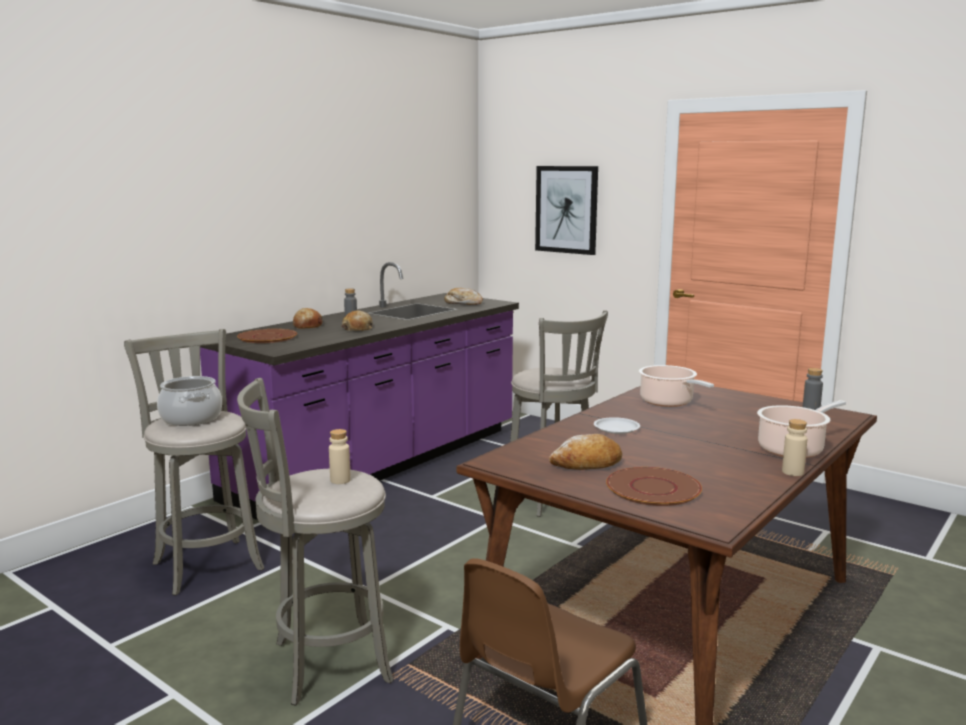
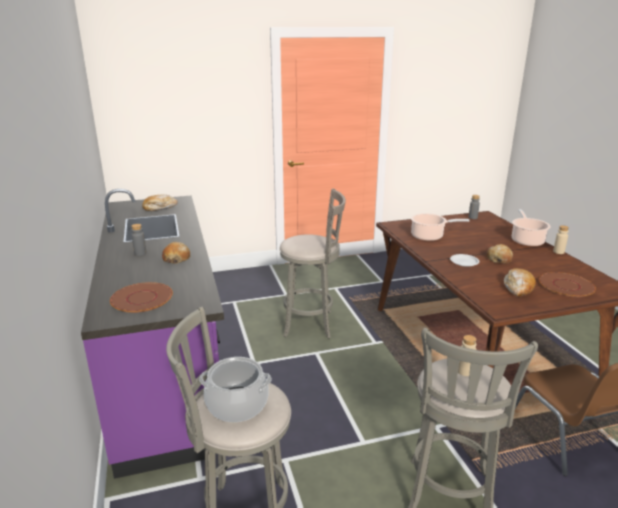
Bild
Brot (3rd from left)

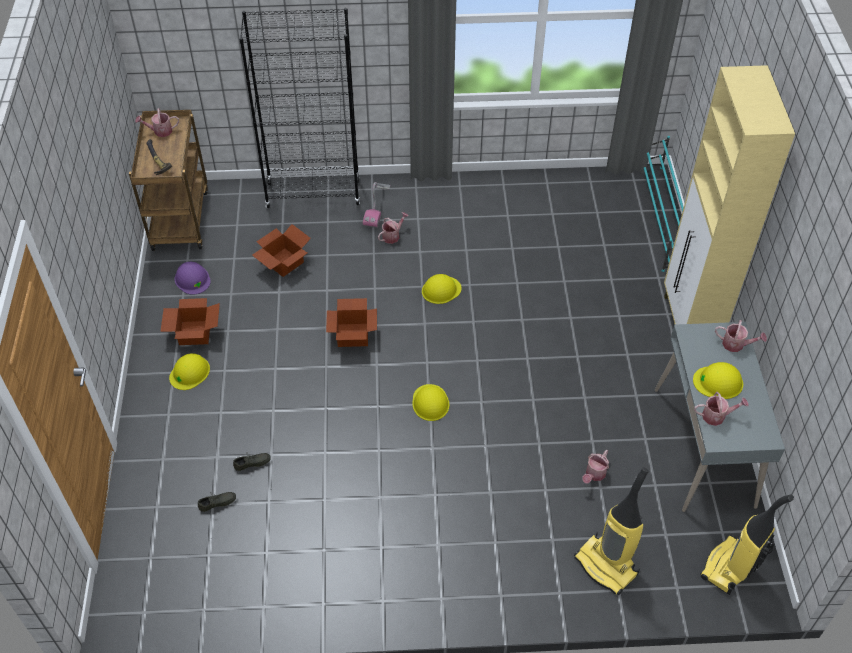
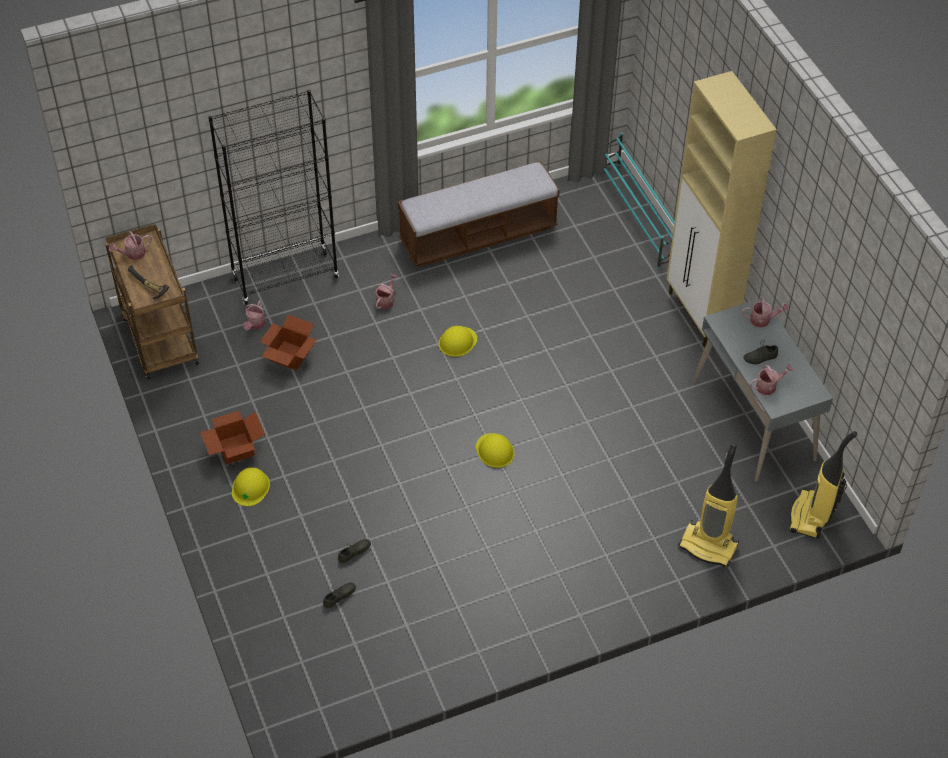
Staubsauger (1st from left in the first image)
Schutzhelm [lila]
Karton (3rd from left in the first image)
Schuh [grau] (3rd from left)
Gießkanne (2nd from left)
Bank

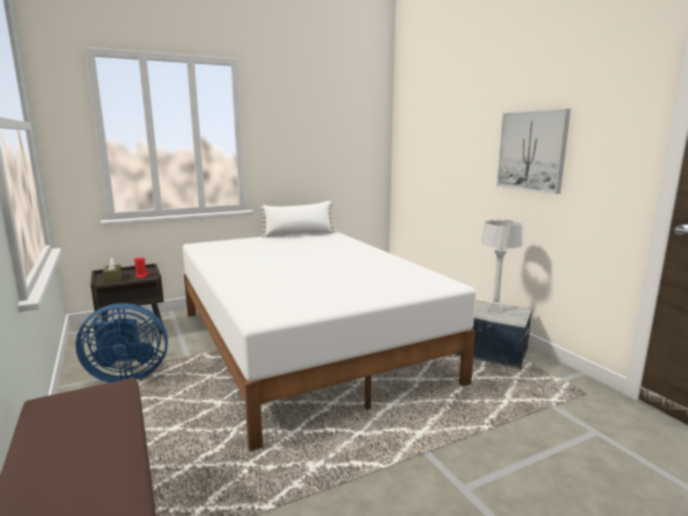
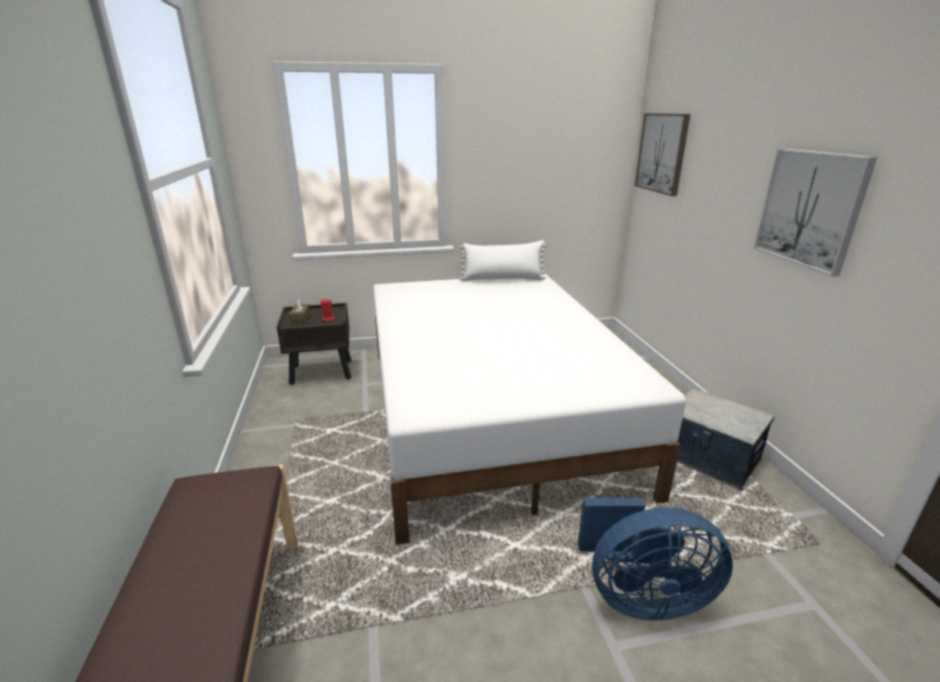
Tischlampe [grau]
Ventilator [blau]
Bild (1st from left)

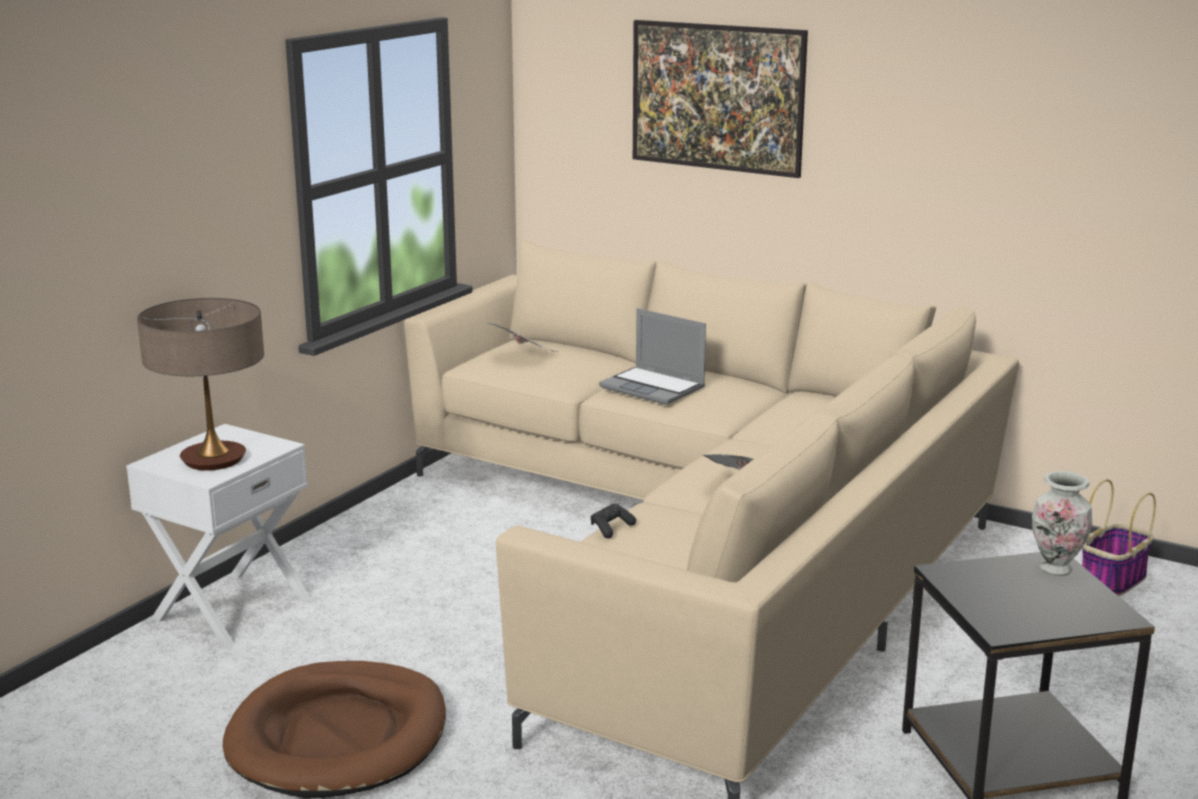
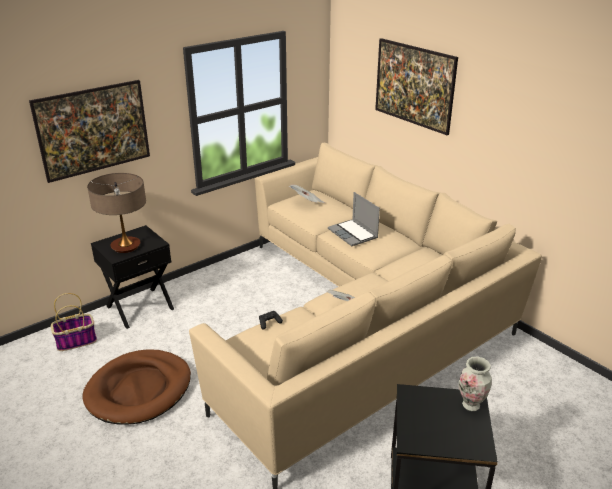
Nachttisch [schwarz]
Korb
Bild (1st from left)

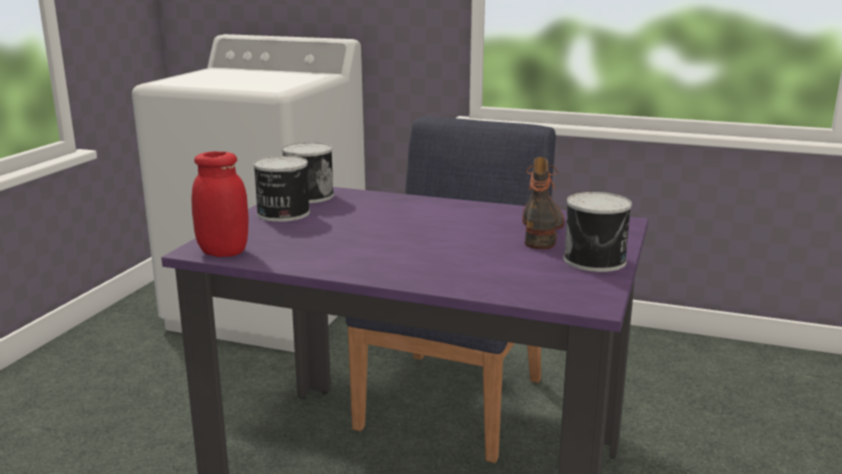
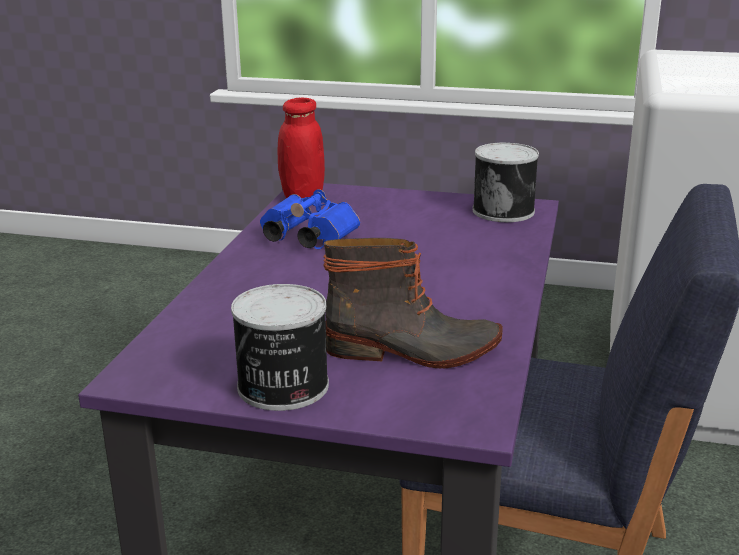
Dose (1st from left in the first image)
Fernglas [blau]

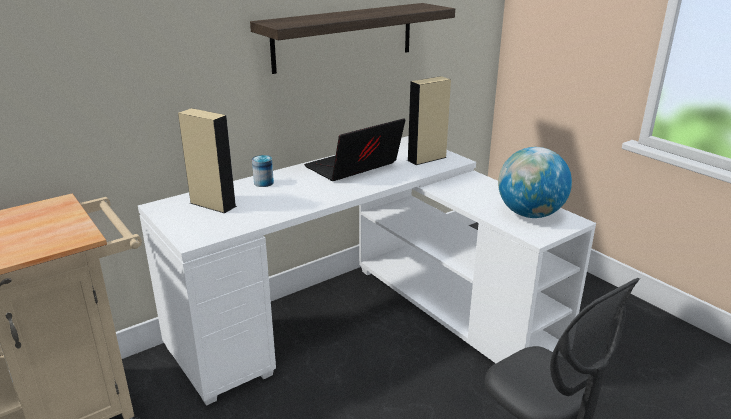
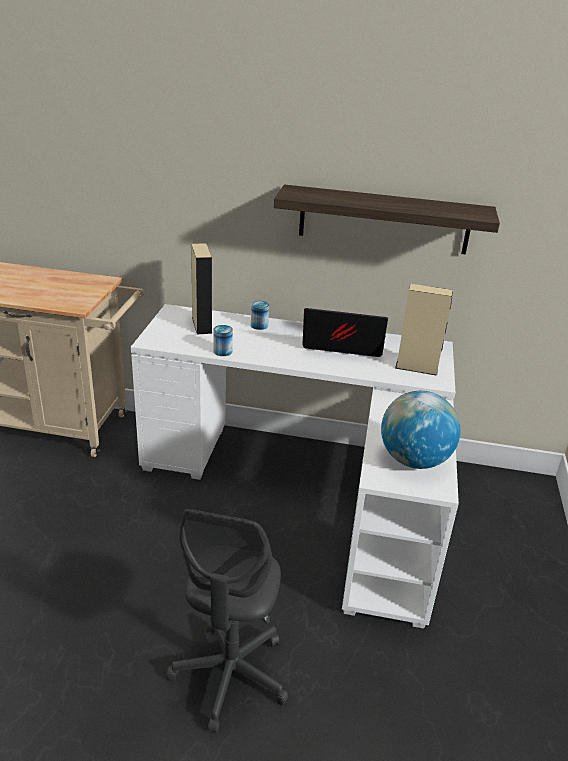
Dose (1st from left)

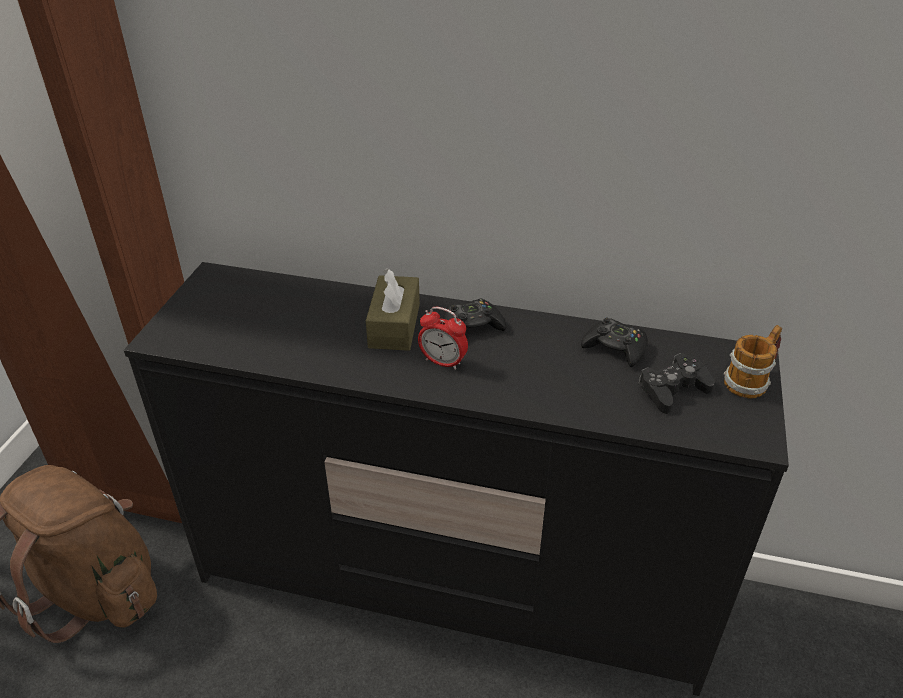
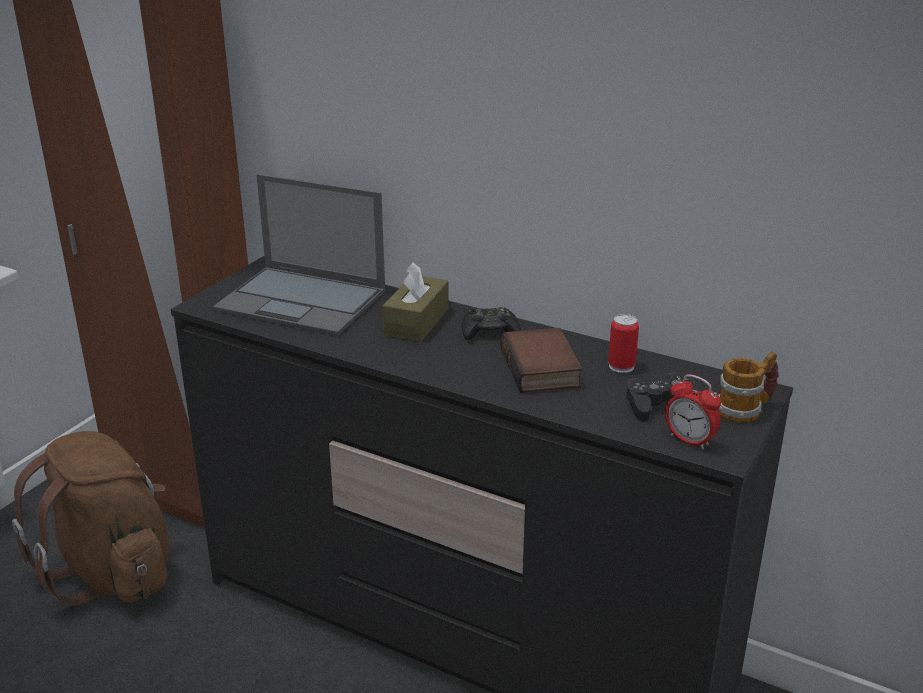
Wecker
Dose
Laptop
Buch

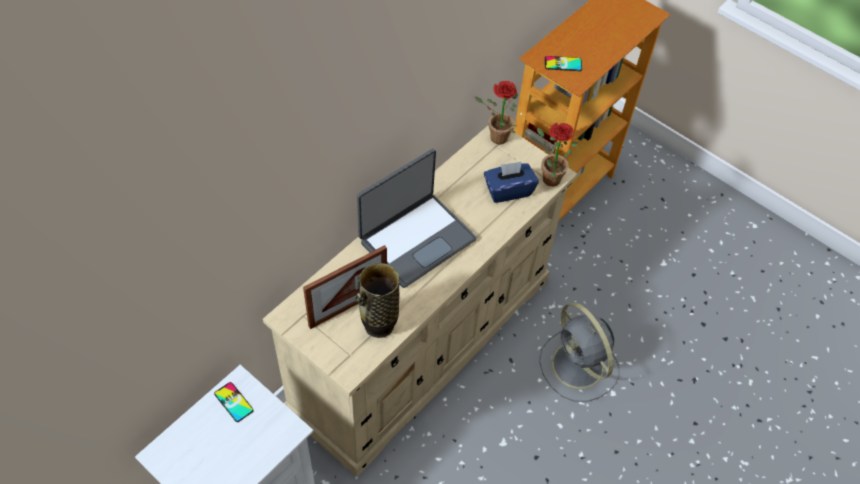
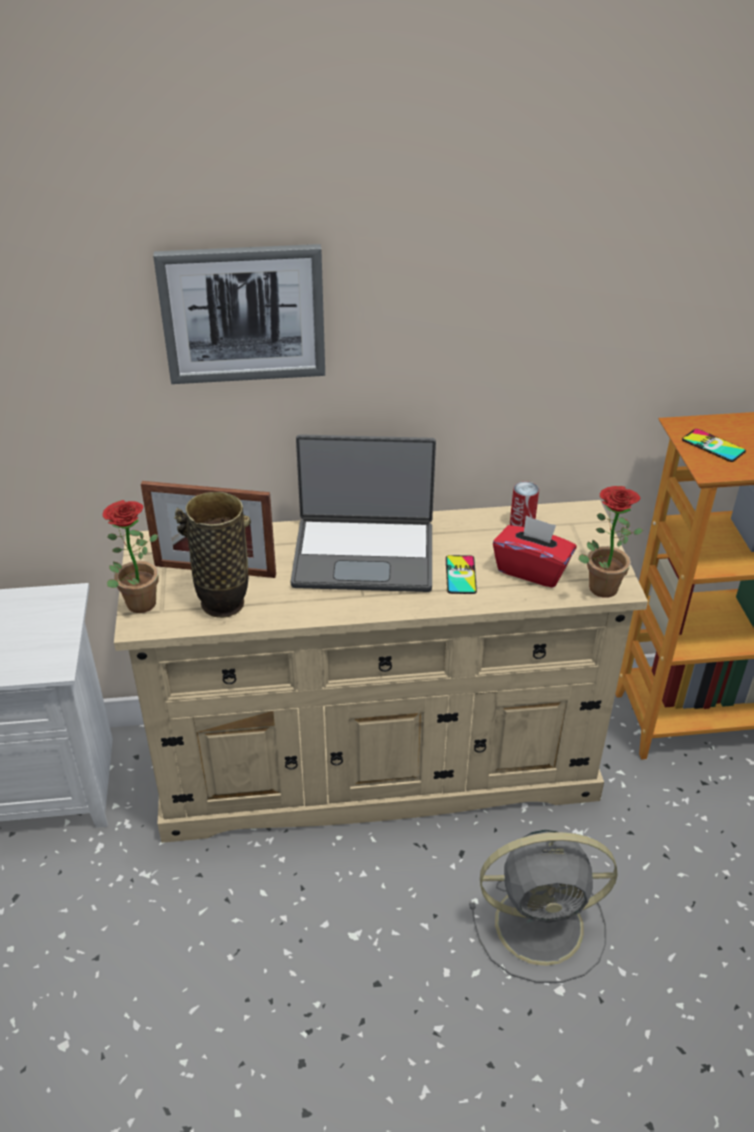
Topfpflanze (1st from left)
Taschentuchbox [rot]
Ventilator [grau]
Handy (1st from left)
Bild
Dose

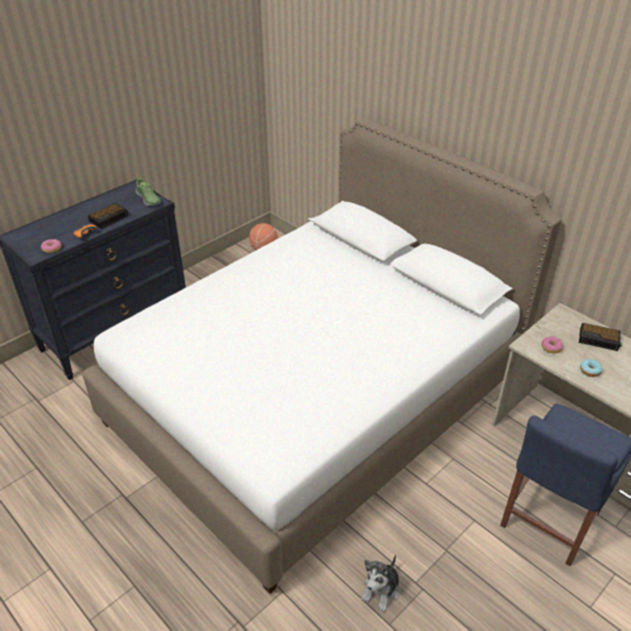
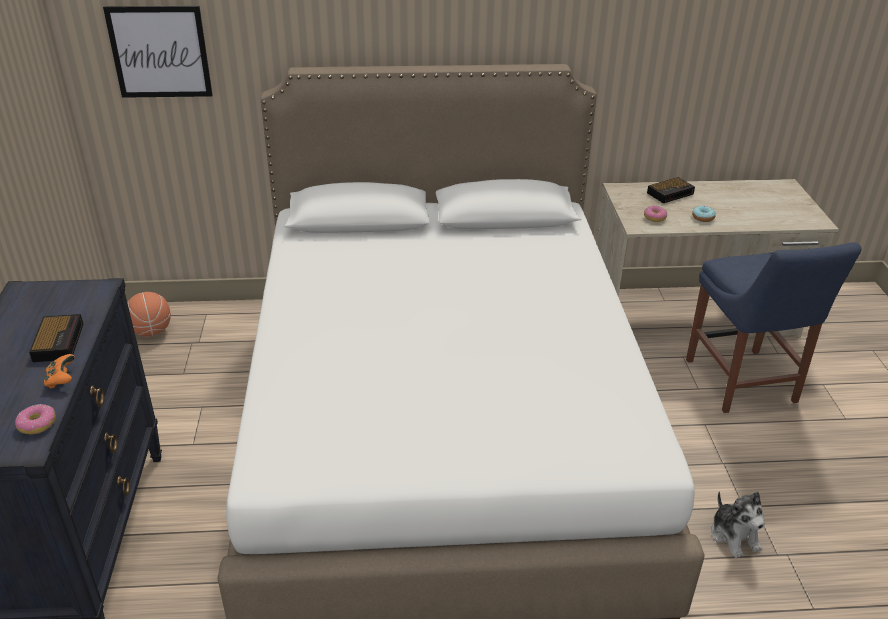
Schuh
Bild

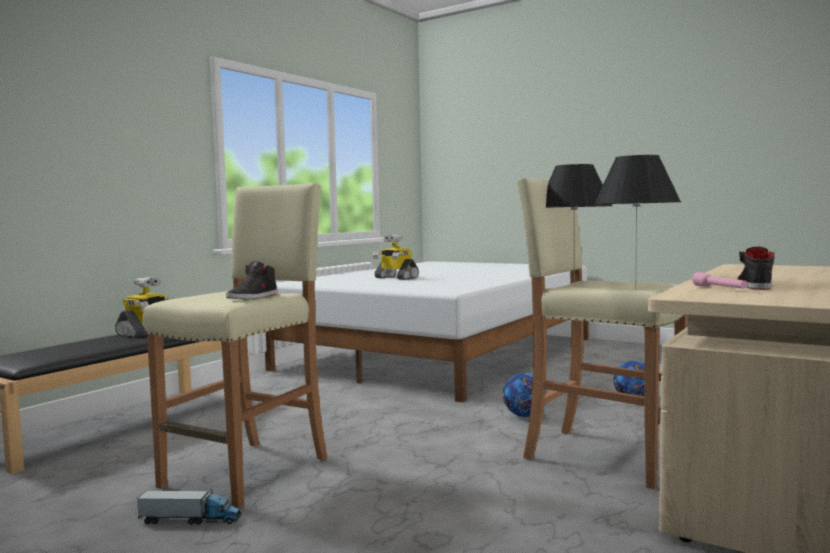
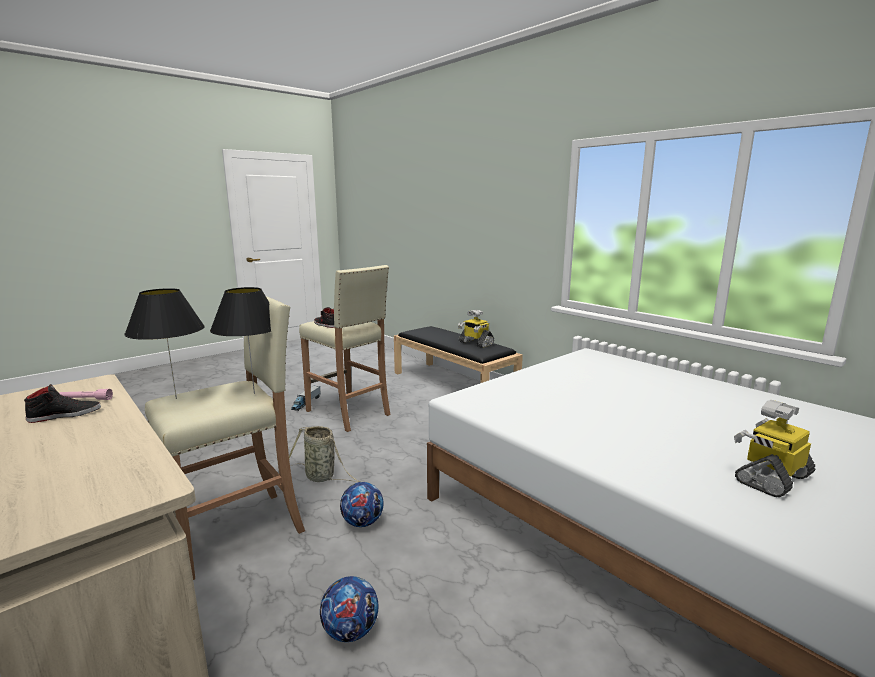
Spielzeugroboter (2nd from left)
Schuh [schwarz] (1st from left)
Korb

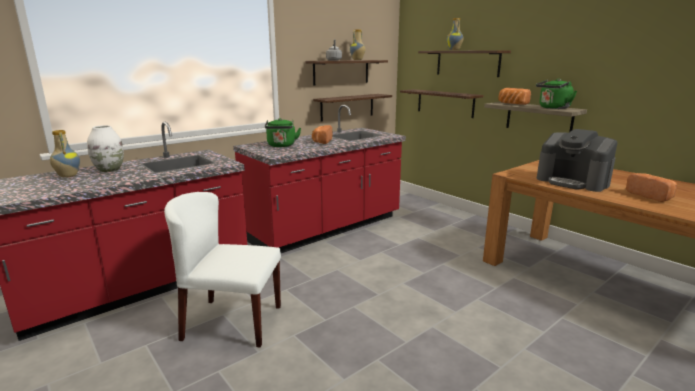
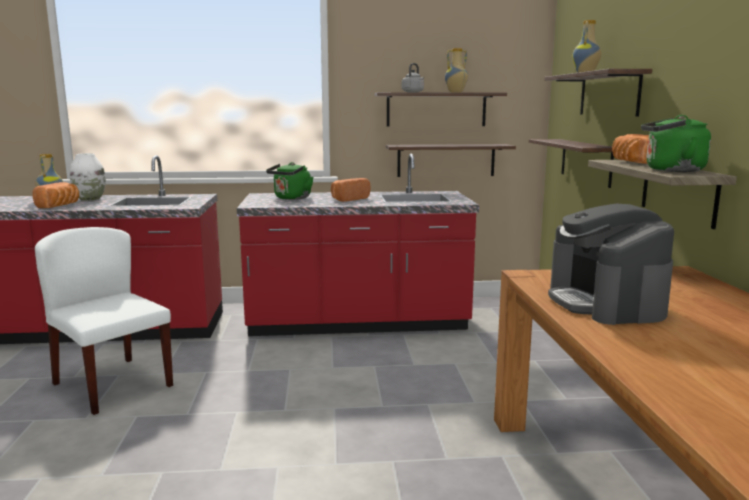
Brot (1st from left)

